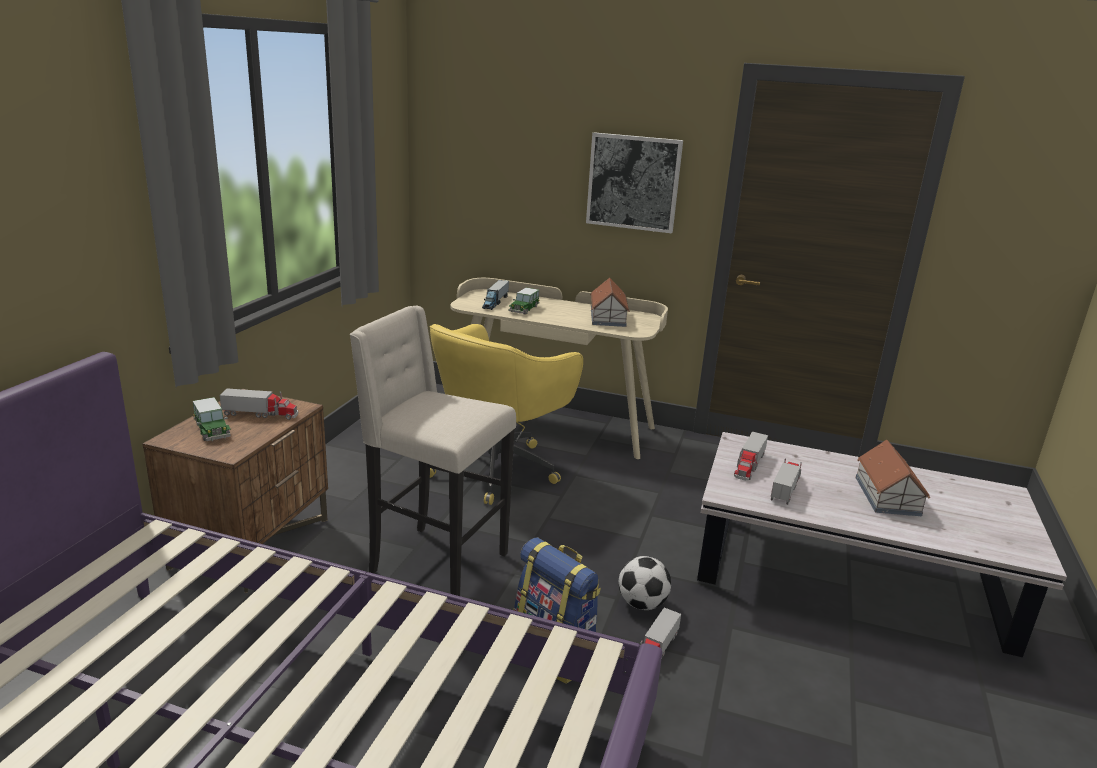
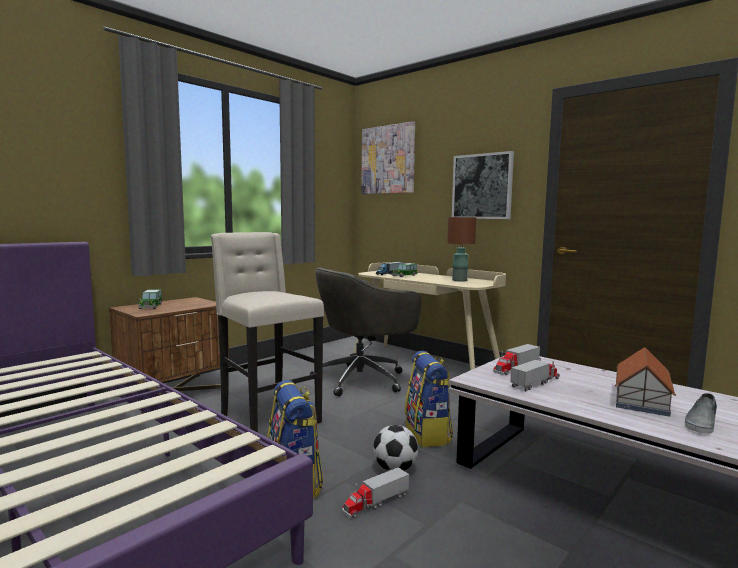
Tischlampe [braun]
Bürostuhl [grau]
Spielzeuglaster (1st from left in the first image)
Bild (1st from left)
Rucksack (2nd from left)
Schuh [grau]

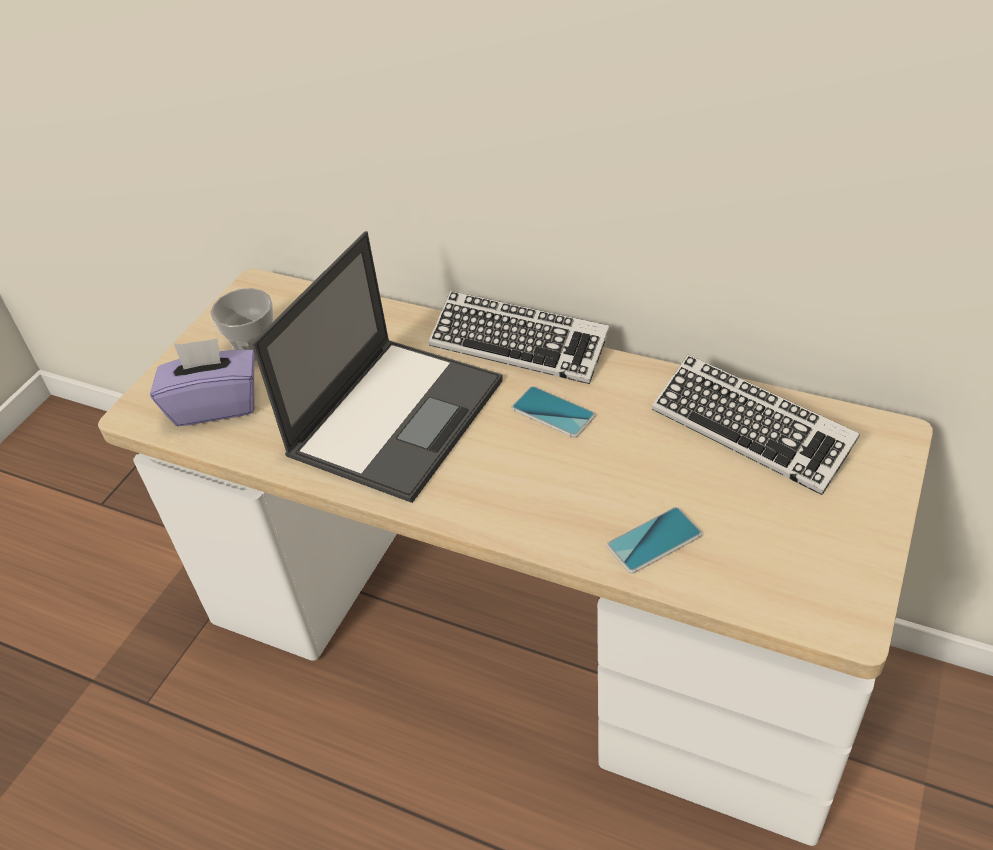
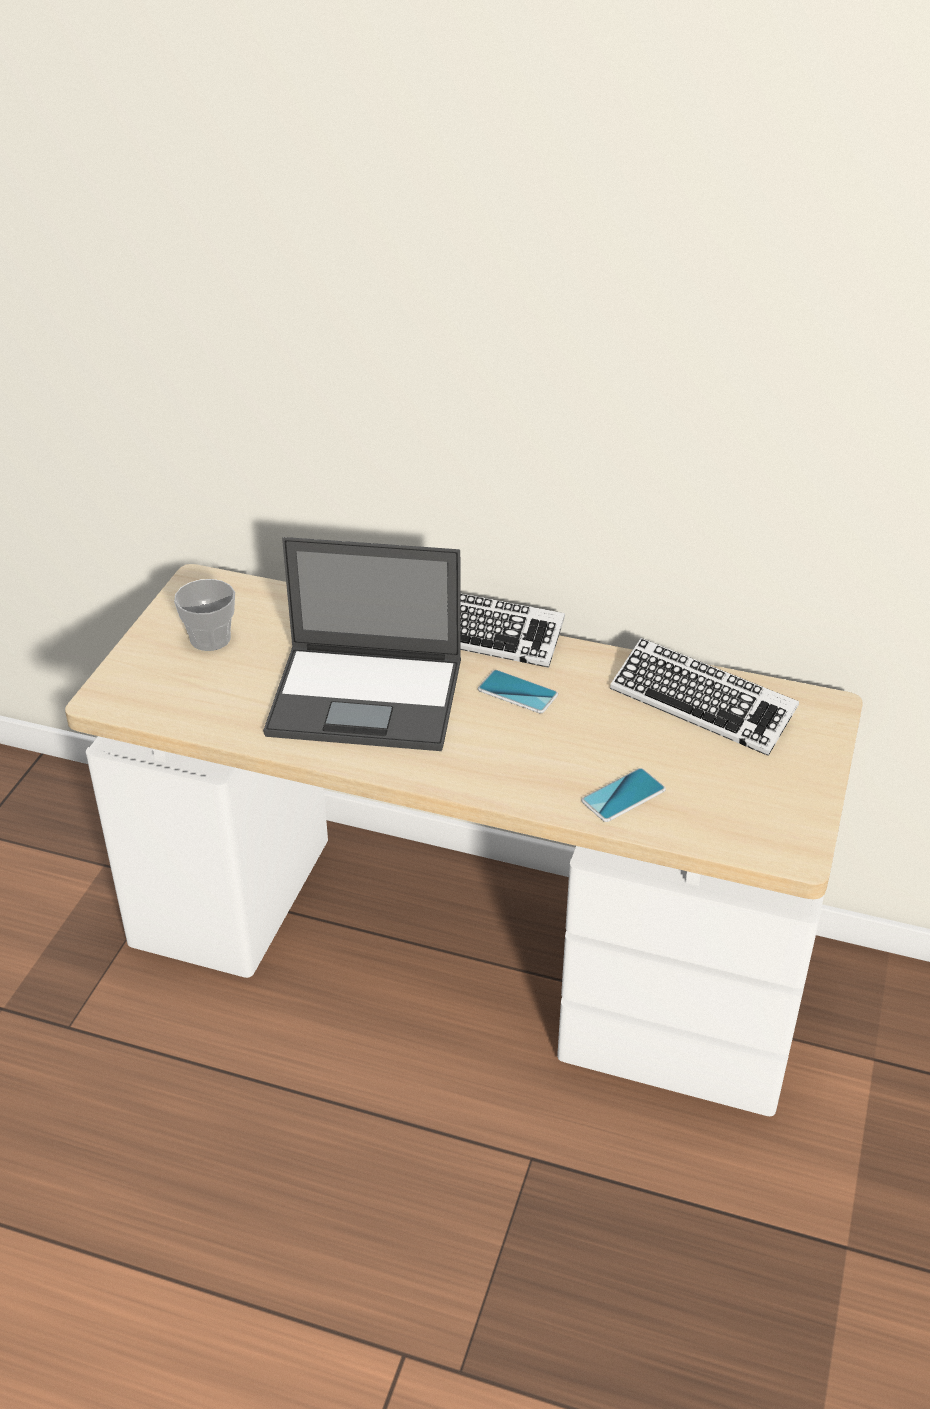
Laptop
Taschentuchbox [lila]

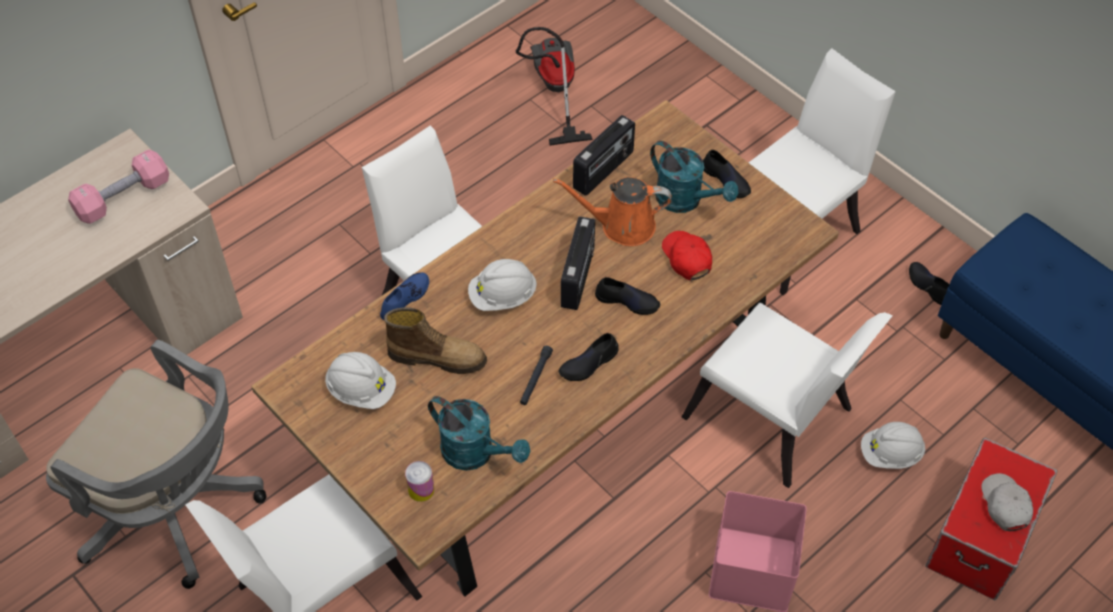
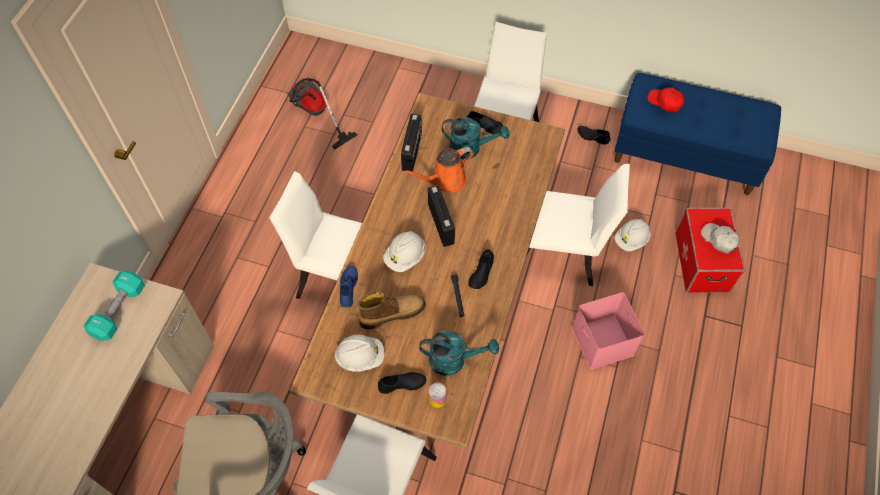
Hantel [türkis]
Kappe [rot]
Schuh [schwarz] (1st from left)

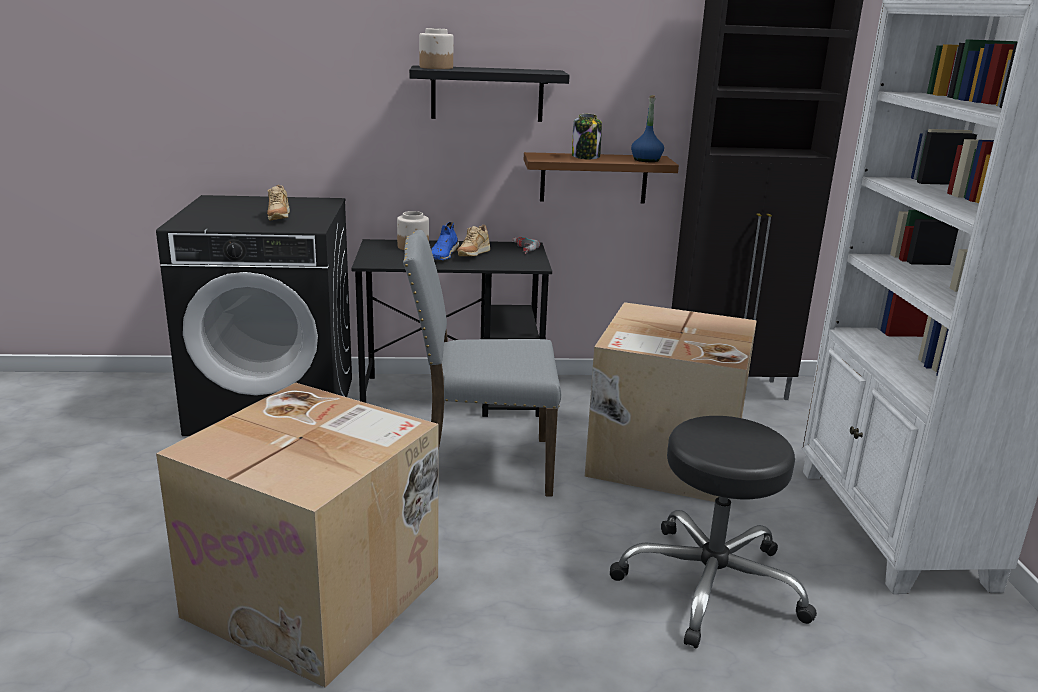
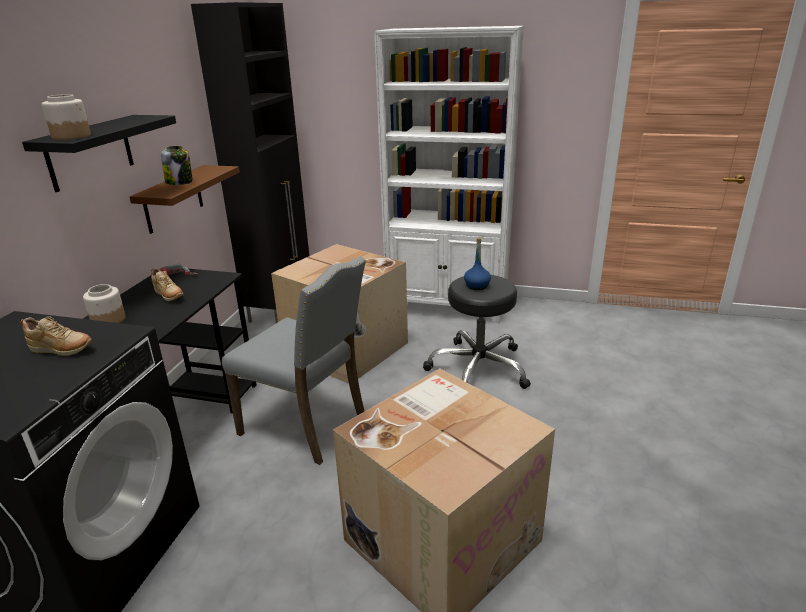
Flasche [blau]
Schuh [blau]
Stuhl [grau]

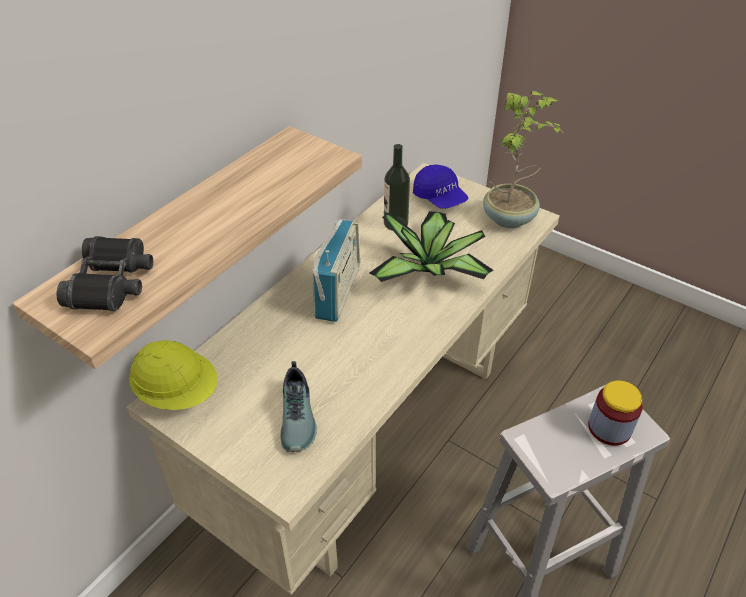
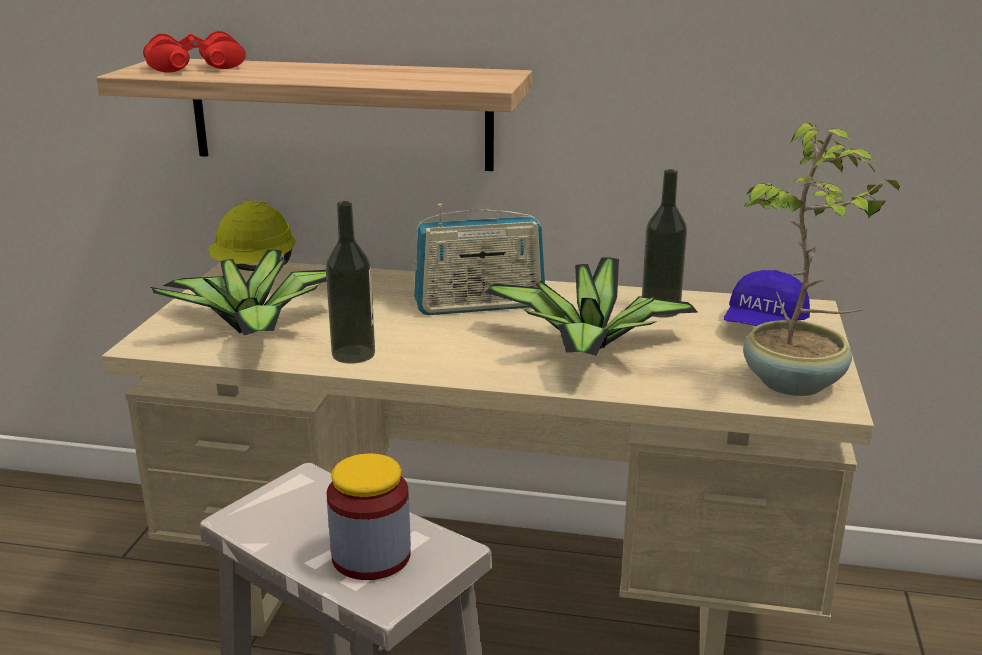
Fernglas [rot]
Topfpflanze (1st from left)
Flasche (1st from left)

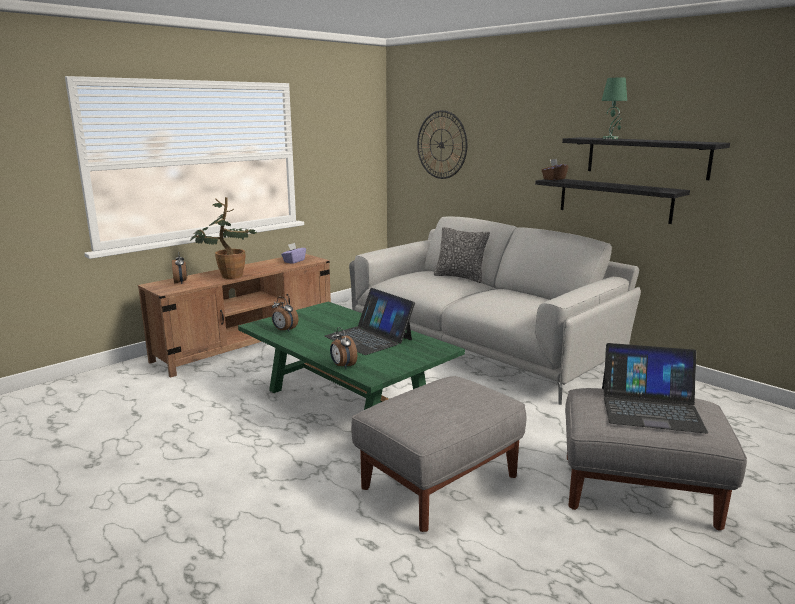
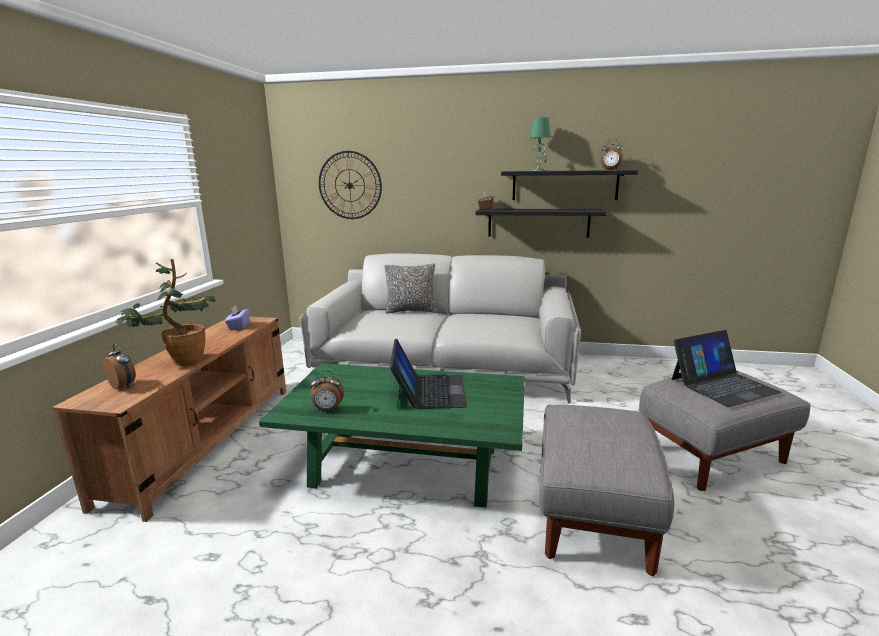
Laptop (1st from left)
Wecker (3rd from left)

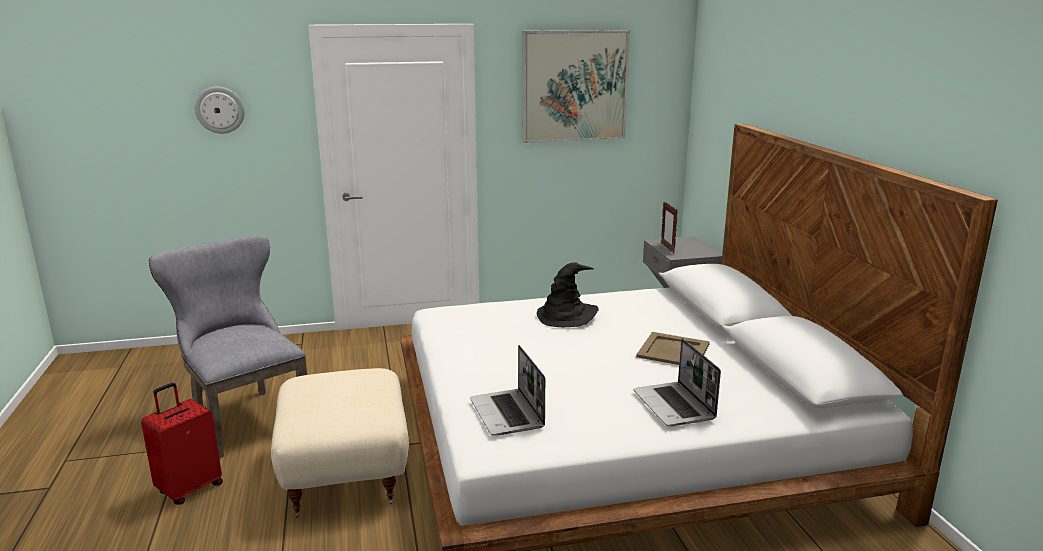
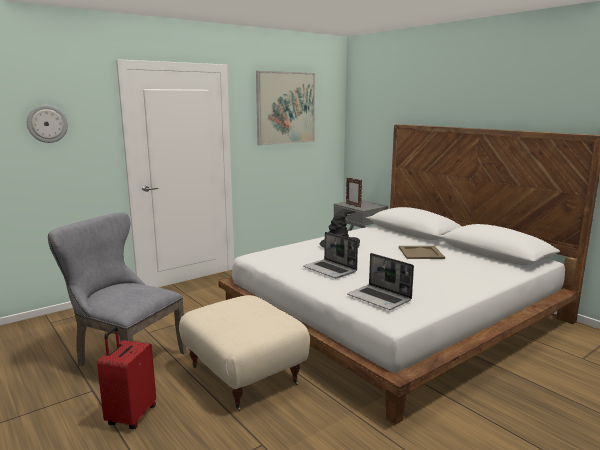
Laptop (1st from left)

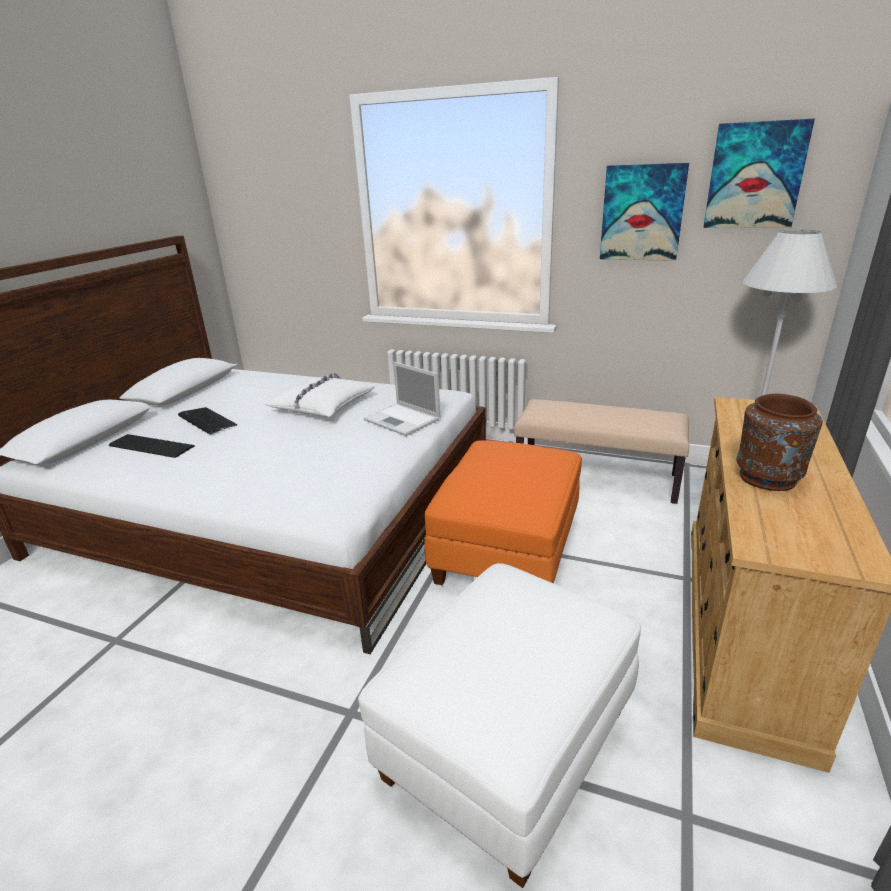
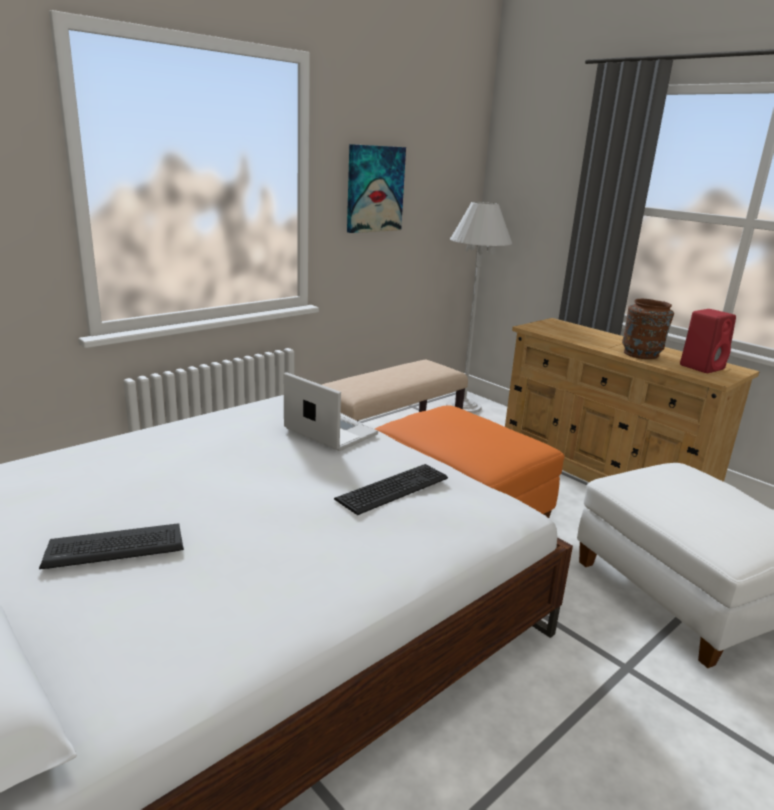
Bild (2nd from left in the first image)
Laptop
Kissen [weiß]
Tastatur (2nd from left)
Lautsprecher [rot]

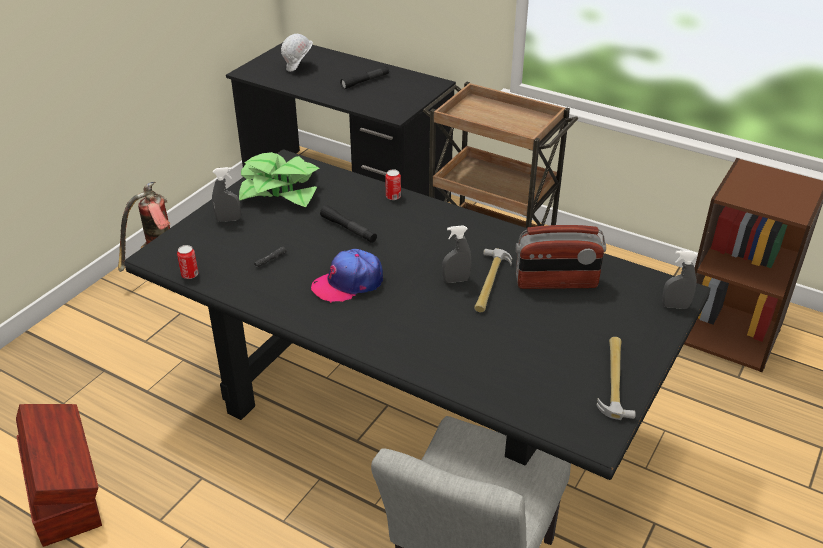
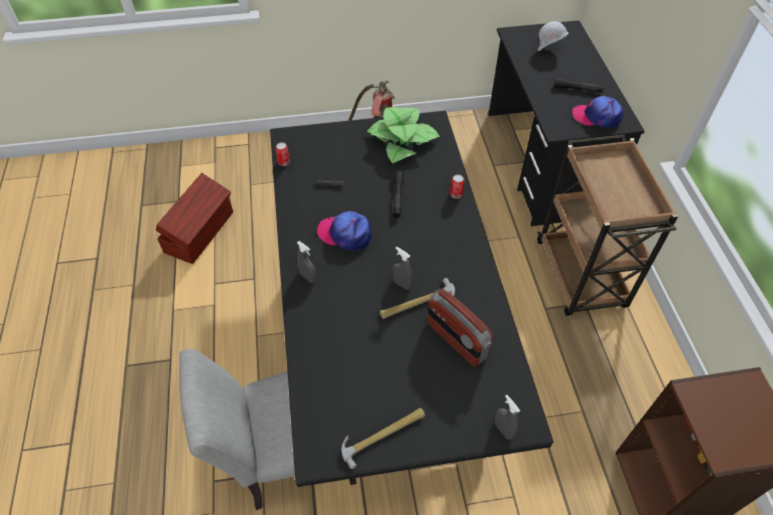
Sprühflasche [grau] (1st from left)
Kappe (2nd from left)

